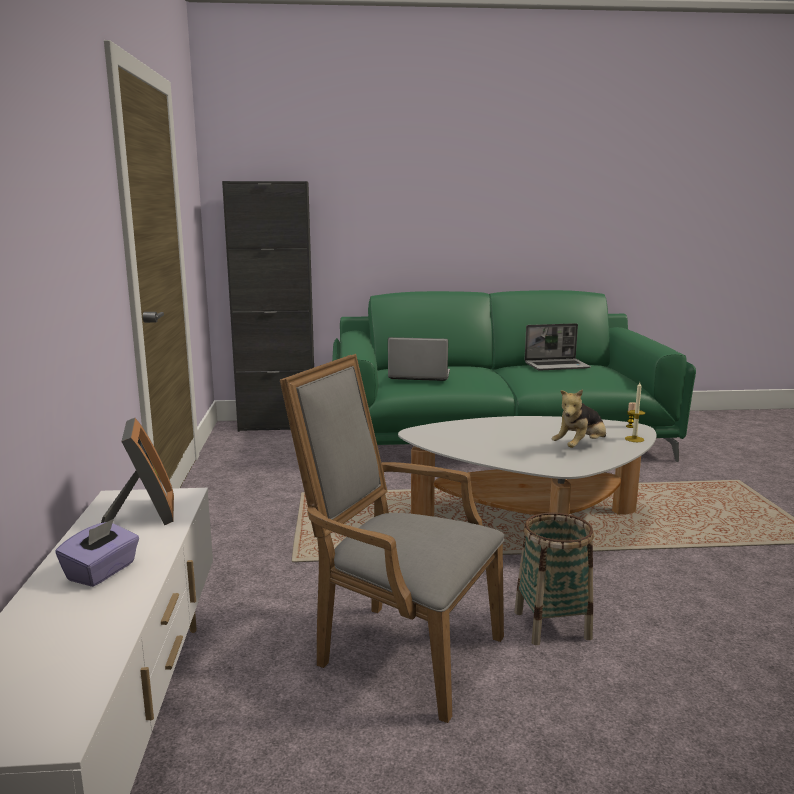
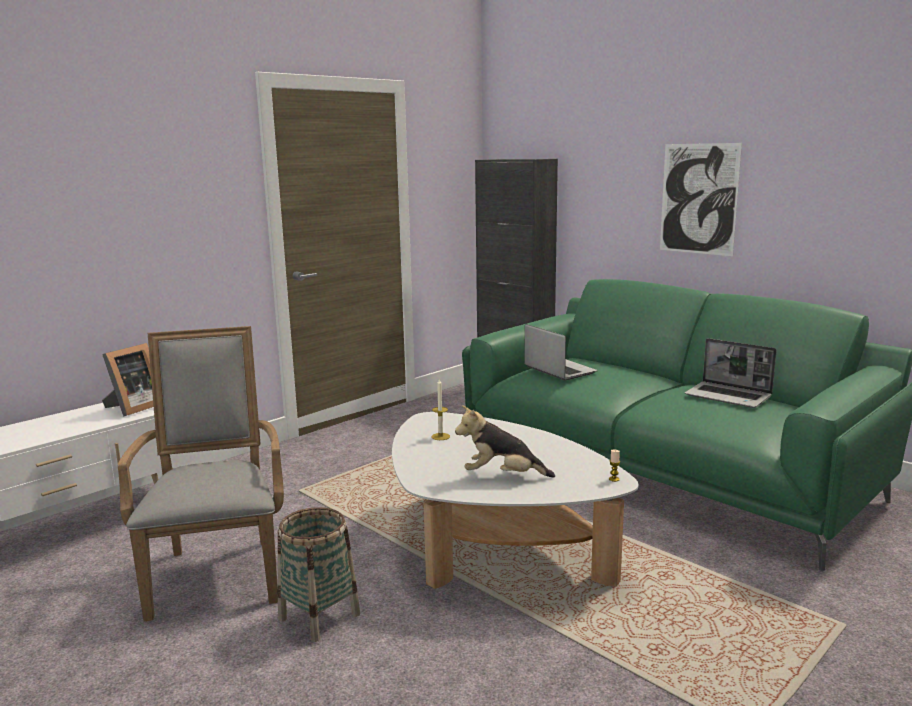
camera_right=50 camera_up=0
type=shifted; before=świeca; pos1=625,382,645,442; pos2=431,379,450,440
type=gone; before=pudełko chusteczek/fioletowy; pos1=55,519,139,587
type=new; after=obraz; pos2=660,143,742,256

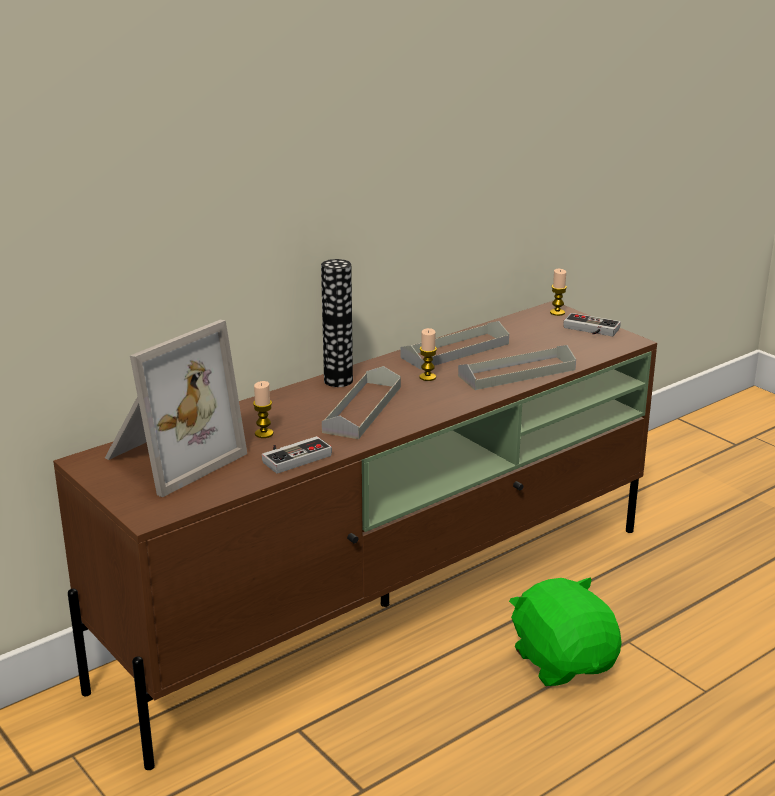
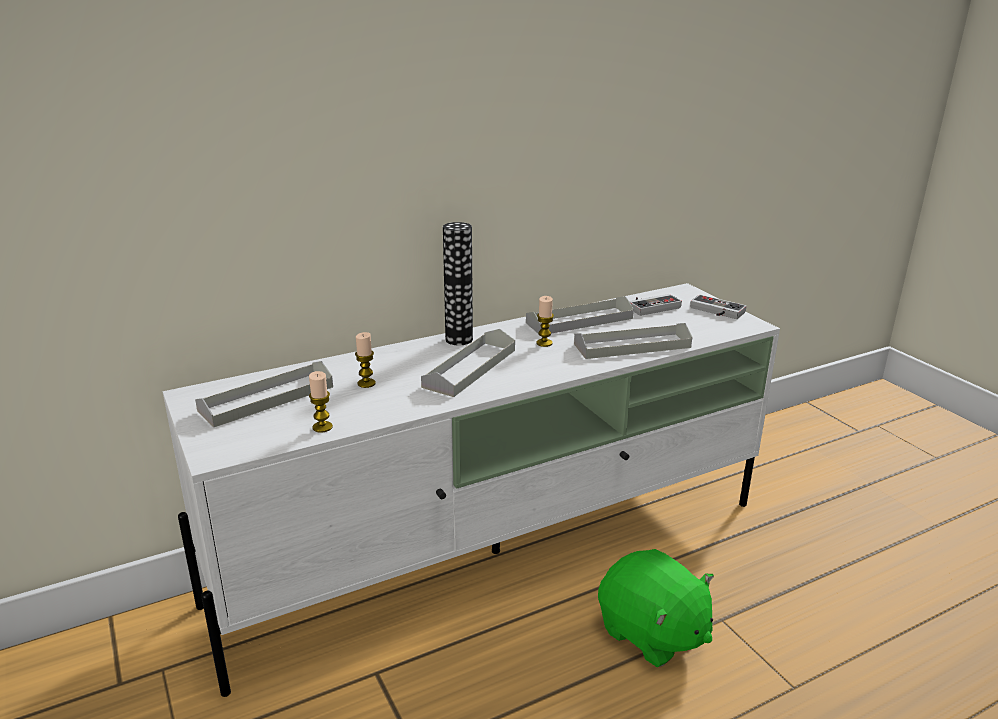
camera_right=10 camera_up=0
type=shifted; before=świeca; pos1=550,269,567,316; pos2=309,371,333,433
type=repainted; before=szafka pod telewizor/brązowy; after=szafka pod telewizor/biały; pos1=53,301,657,770; pos2=163,283,780,697
type=swapped; before=ramka na zdjęcie; after=taca/szary; pos1=105,320,247,498; pos2=195,361,333,427
type=shifted; before=pad do gier; pos1=262,436,332,474; pos2=629,294,682,316
type=rotated; before=pluszak/zielony; pos1=509,578,622,686; pos2=598,549,714,667; turn=150

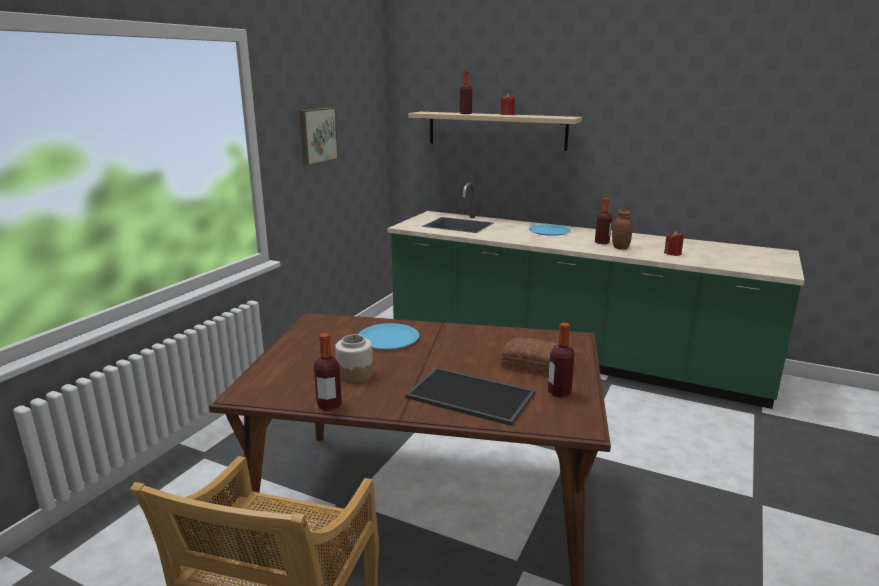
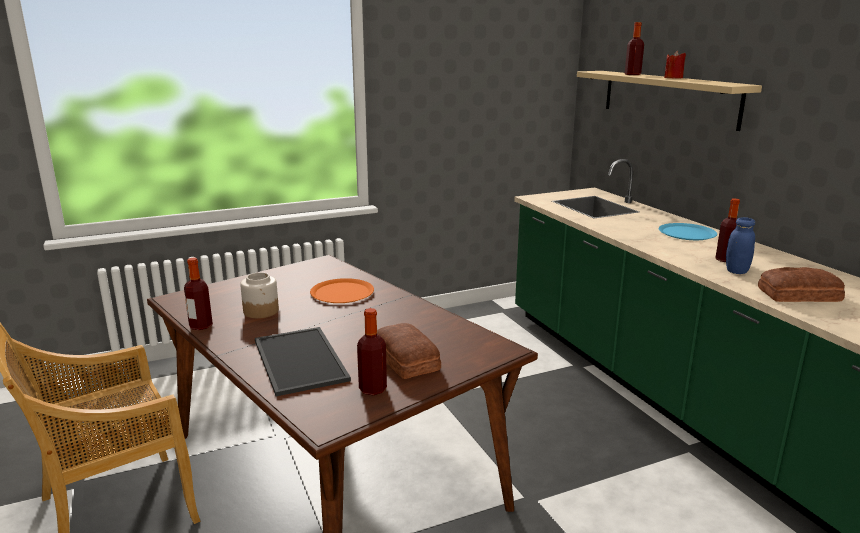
camera_right=40 camera_up=0
type=gone; before=obraz; pos1=299,107,339,165
type=repainted; before=słoik/brązowy; after=słoik/niebieski; pos1=612,209,632,250; pos2=726,217,755,274
type=swapped; before=świeca/czerwony; after=chleb; pos1=664,231,684,256; pos2=758,267,845,302
type=repainted; before=talerz/niebieski; after=talerz/pomarańczowy; pos1=358,323,419,349; pos2=310,278,374,303

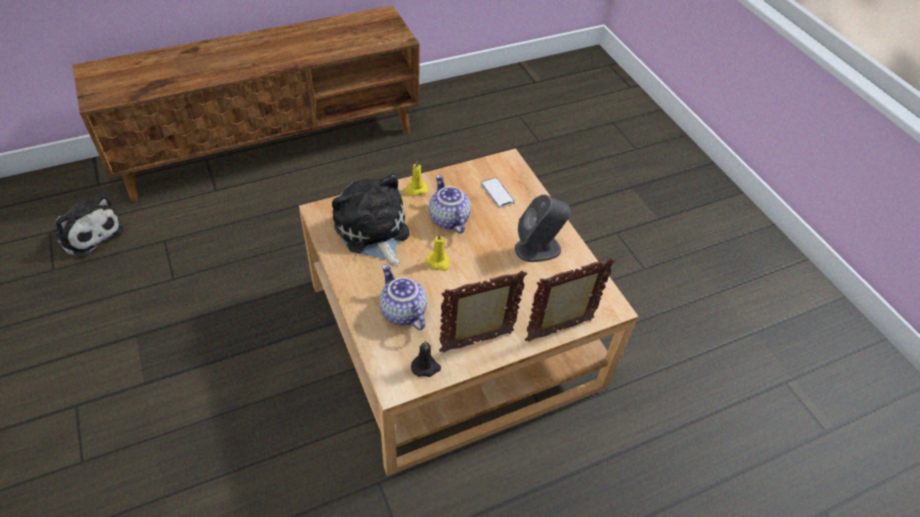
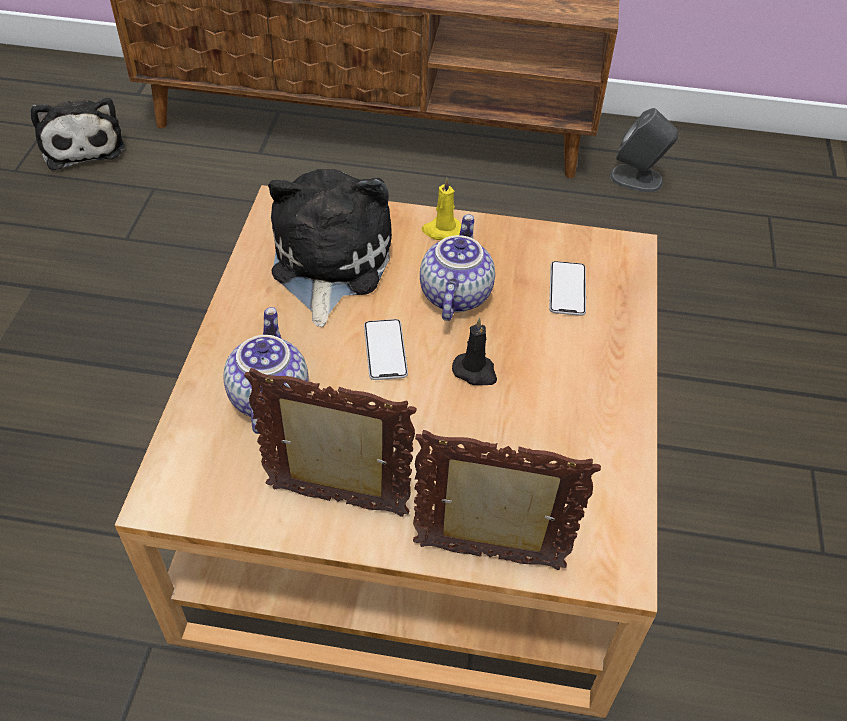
camera_right=35 camera_up=0
type=shifted; before=głośnik/szary; pos1=515,194,571,262; pos2=610,108,678,192
type=swapped; before=świeca/żółty; after=telefon; pos1=426,233,450,271; pos2=364,319,408,380
type=shifted; before=świeca/czarny; pos1=411,340,441,377; pos2=452,318,497,385

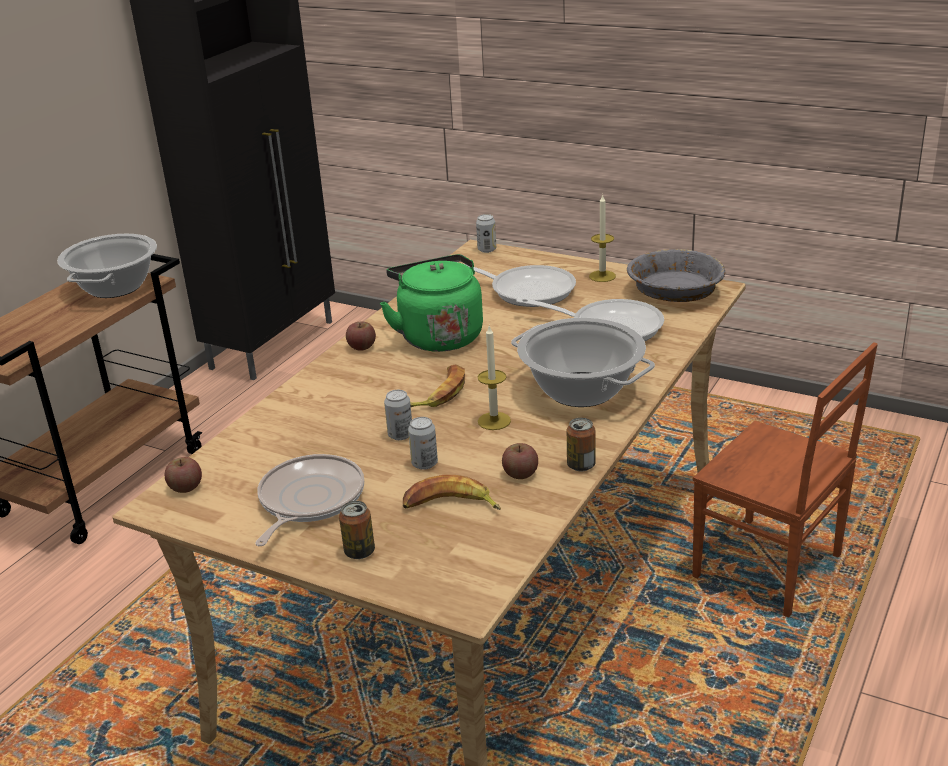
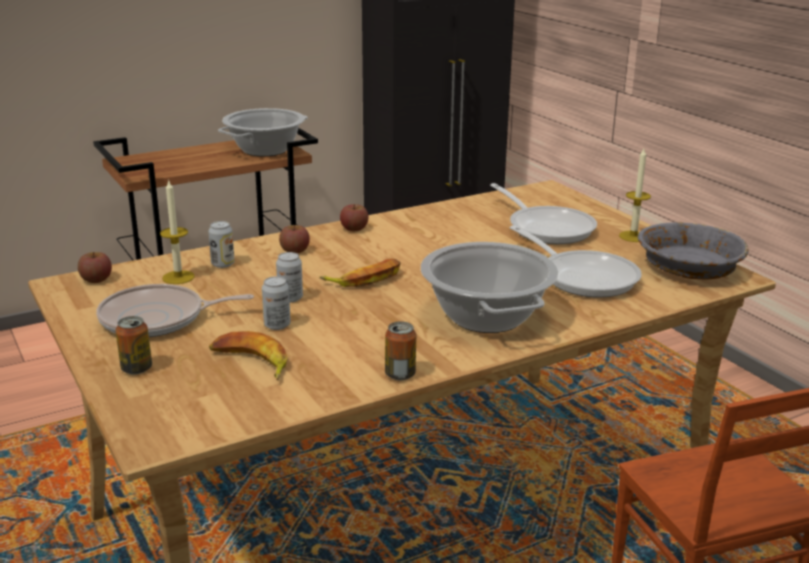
camera_right=30 camera_up=-5
type=shifted; before=puszka; pos1=476,214,496,253; pos2=208,221,235,268
type=gone; before=czajnik/zielony; pos1=380,254,483,352
type=shifted; before=świeca; pos1=478,326,511,430; pos2=160,179,195,284
type=shifted; before=jabłko; pos1=502,443,538,479; pos2=279,225,310,254
type=rotated; before=patelnia; pos1=255,454,365,546; pos2=96,284,254,337; turn=-150

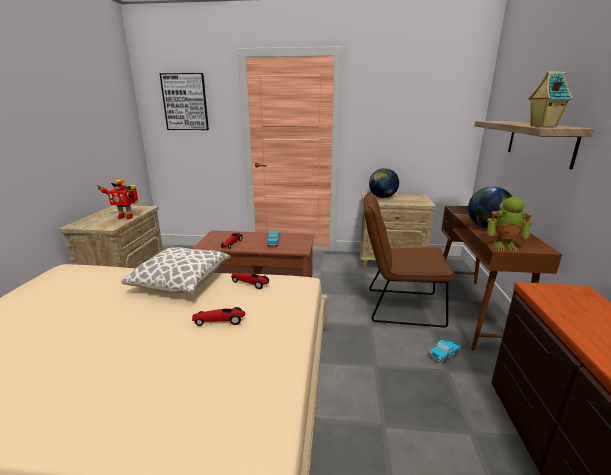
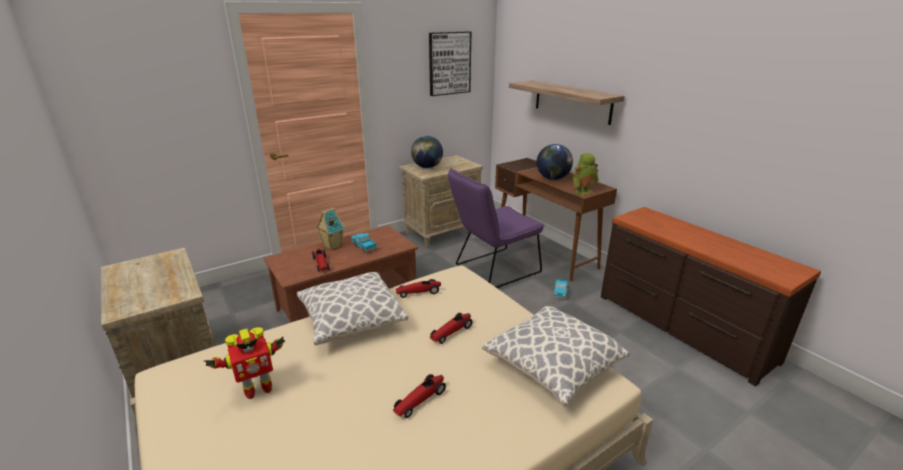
camera_right=-40 camera_up=5
type=shifted; before=domek; pos1=528,71,573,127; pos2=316,207,345,250
type=shifted; before=obraz; pos1=160,73,209,130; pos2=429,31,471,96
type=shifted; before=robot zabawkowy; pos1=97,179,139,219; pos2=204,327,285,399
type=repainted; before=krzesło/brązowy; after=krzesło/fioletowy; pos1=363,193,455,327; pos2=448,168,544,288
type=new; after=poduszka; pos2=482,306,629,407
type=new; after=samochodzik; pos2=393,374,446,418

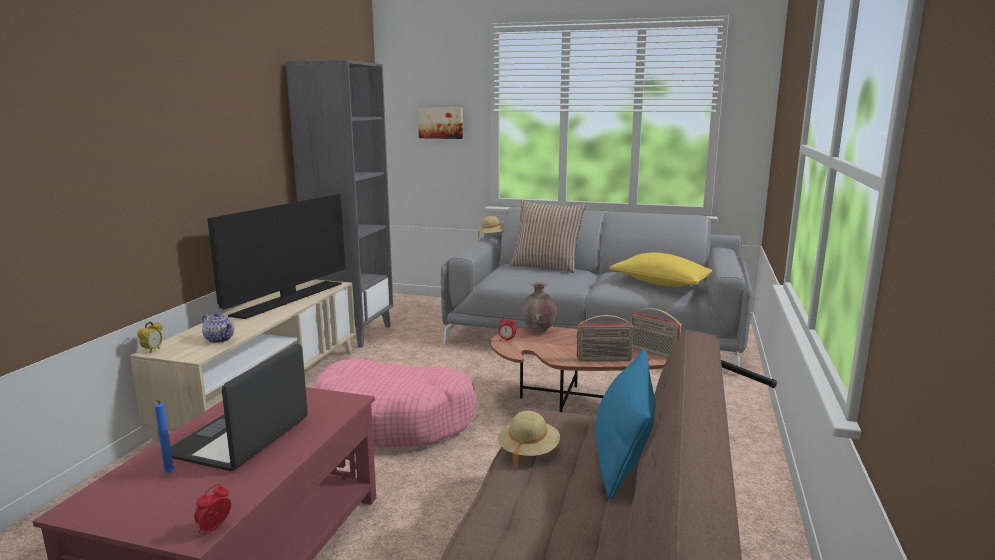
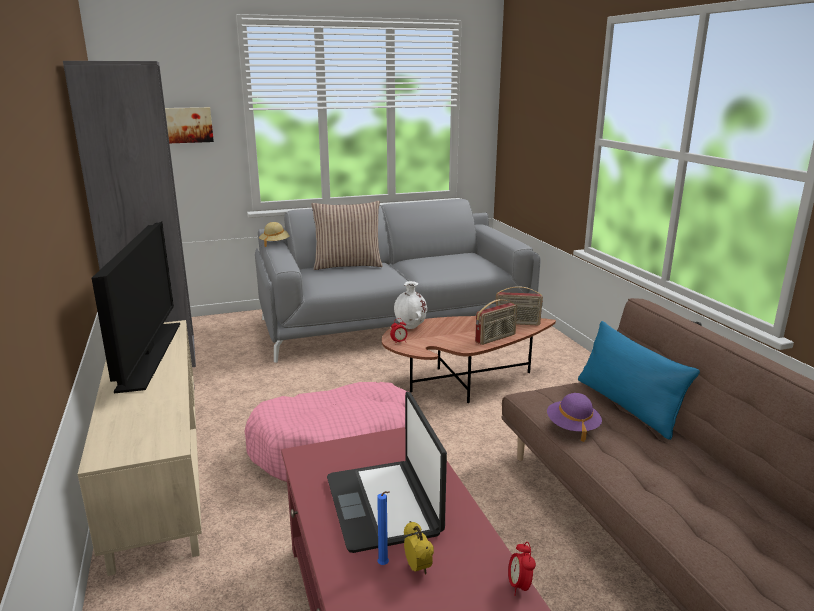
camera_right=-35 camera_up=5
type=gone; before=poduszka/żółty; pos1=609,253,712,287
type=repainted; before=wazon/brązowy; after=wazon/biały; pos1=522,282,557,333; pos2=394,281,427,329
type=gone; before=imbryk; pos1=202,312,234,343
type=shifted; before=budzik; pos1=137,321,162,353; pos2=404,521,434,574
type=repainted; before=kapelusz/beżowy; after=kapelusz/fioletowy; pos1=498,411,560,467; pos2=547,393,602,442

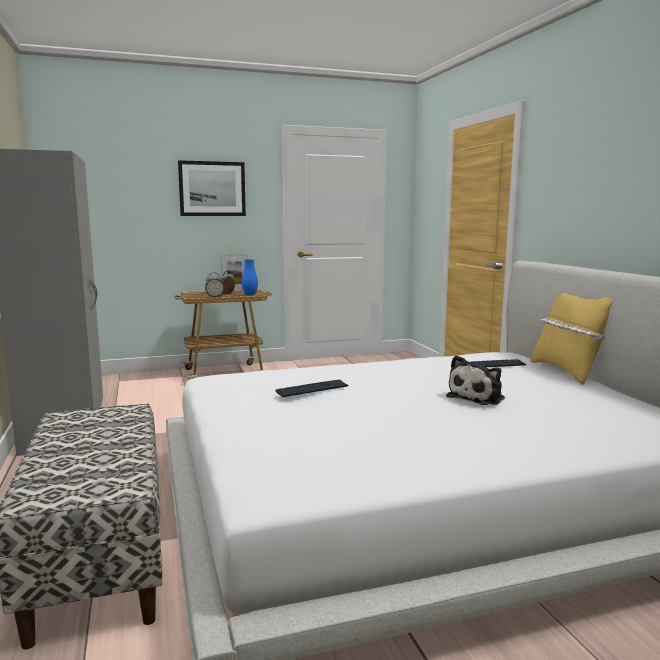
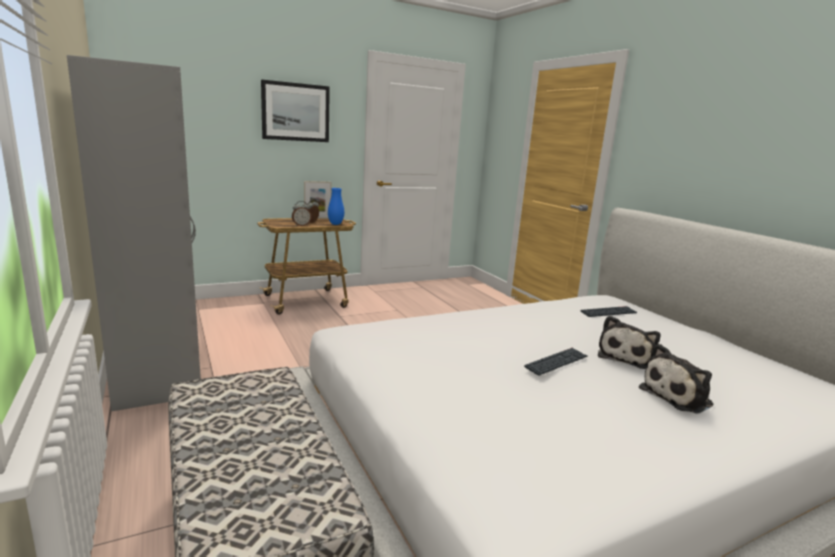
camera_right=-10 camera_up=5
type=gone; before=poduszka/żółty; pos1=530,293,613,385
type=shifted; before=klawiatura; pos1=275,379,348,397; pos2=524,348,587,376
type=new; after=pluszak; pos2=639,344,714,414

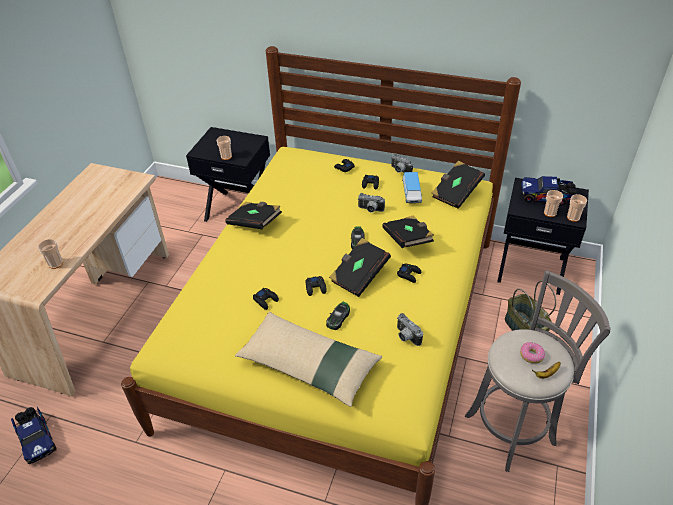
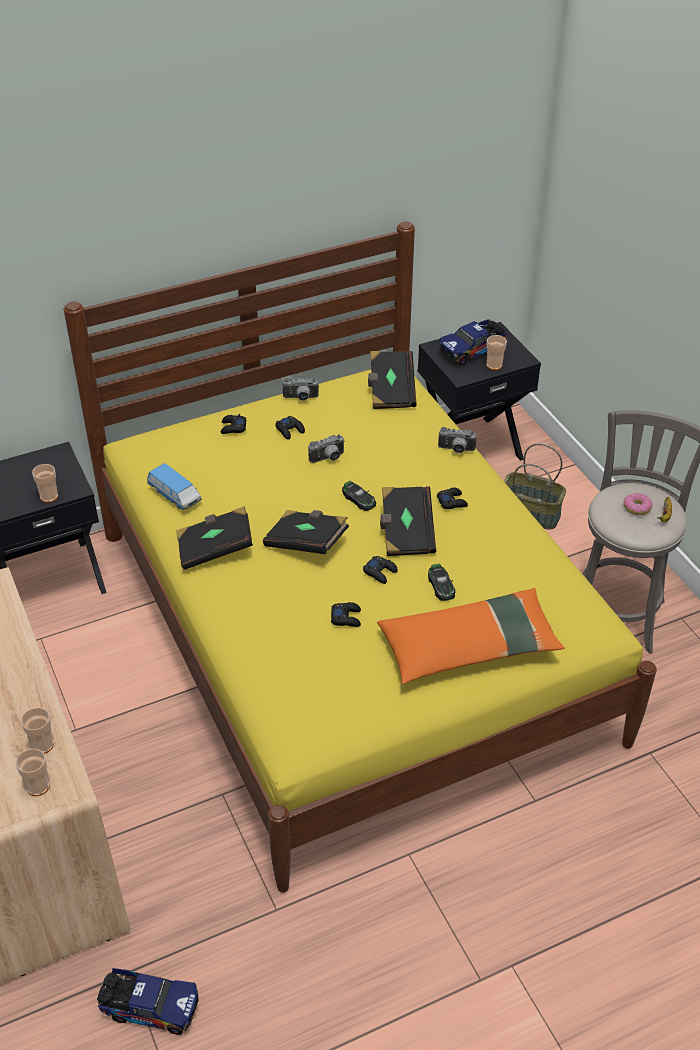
camera_right=-45 camera_up=0
type=shifted; before=samochodzik; pos1=402,172,422,203; pos2=147,463,202,510
type=shifted; before=filiżanka; pos1=567,194,587,222; pos2=16,749,50,796
type=shifted; before=książka/czarny; pos1=382,216,434,248; pos2=263,510,349,554
type=repainted; before=poduszka/beżowy; after=poduszka/pomarańczowy; pos1=235,312,382,407; pos2=377,588,565,684
type=shifted; before=aparat fotograficzny; pos1=397,313,423,346; pos2=438,427,477,453

